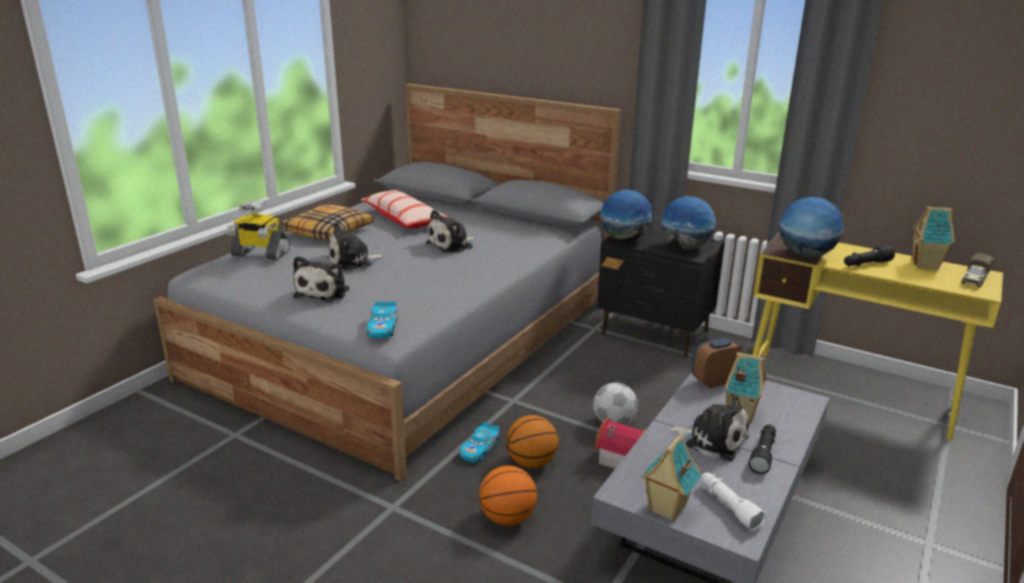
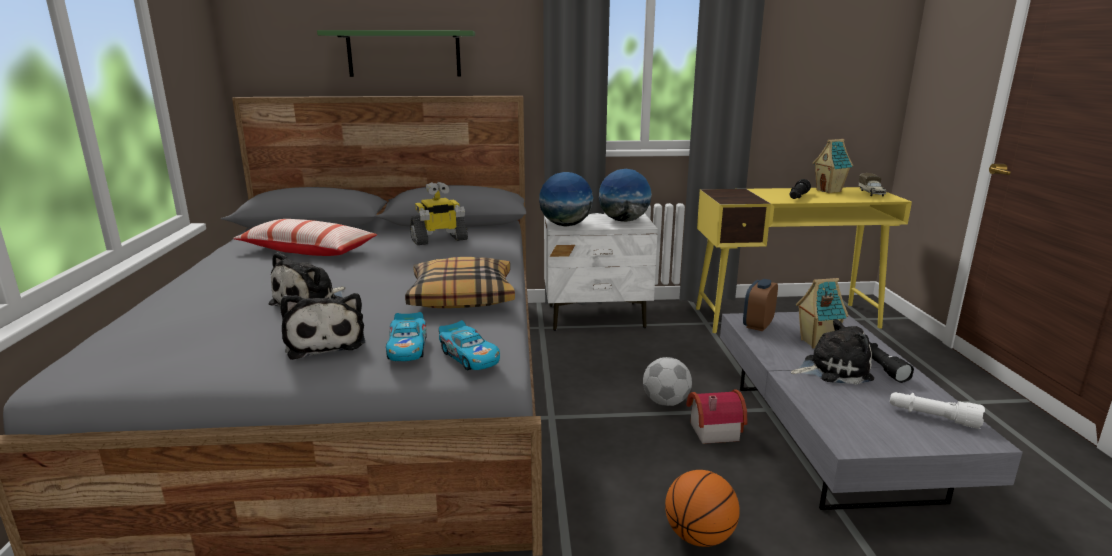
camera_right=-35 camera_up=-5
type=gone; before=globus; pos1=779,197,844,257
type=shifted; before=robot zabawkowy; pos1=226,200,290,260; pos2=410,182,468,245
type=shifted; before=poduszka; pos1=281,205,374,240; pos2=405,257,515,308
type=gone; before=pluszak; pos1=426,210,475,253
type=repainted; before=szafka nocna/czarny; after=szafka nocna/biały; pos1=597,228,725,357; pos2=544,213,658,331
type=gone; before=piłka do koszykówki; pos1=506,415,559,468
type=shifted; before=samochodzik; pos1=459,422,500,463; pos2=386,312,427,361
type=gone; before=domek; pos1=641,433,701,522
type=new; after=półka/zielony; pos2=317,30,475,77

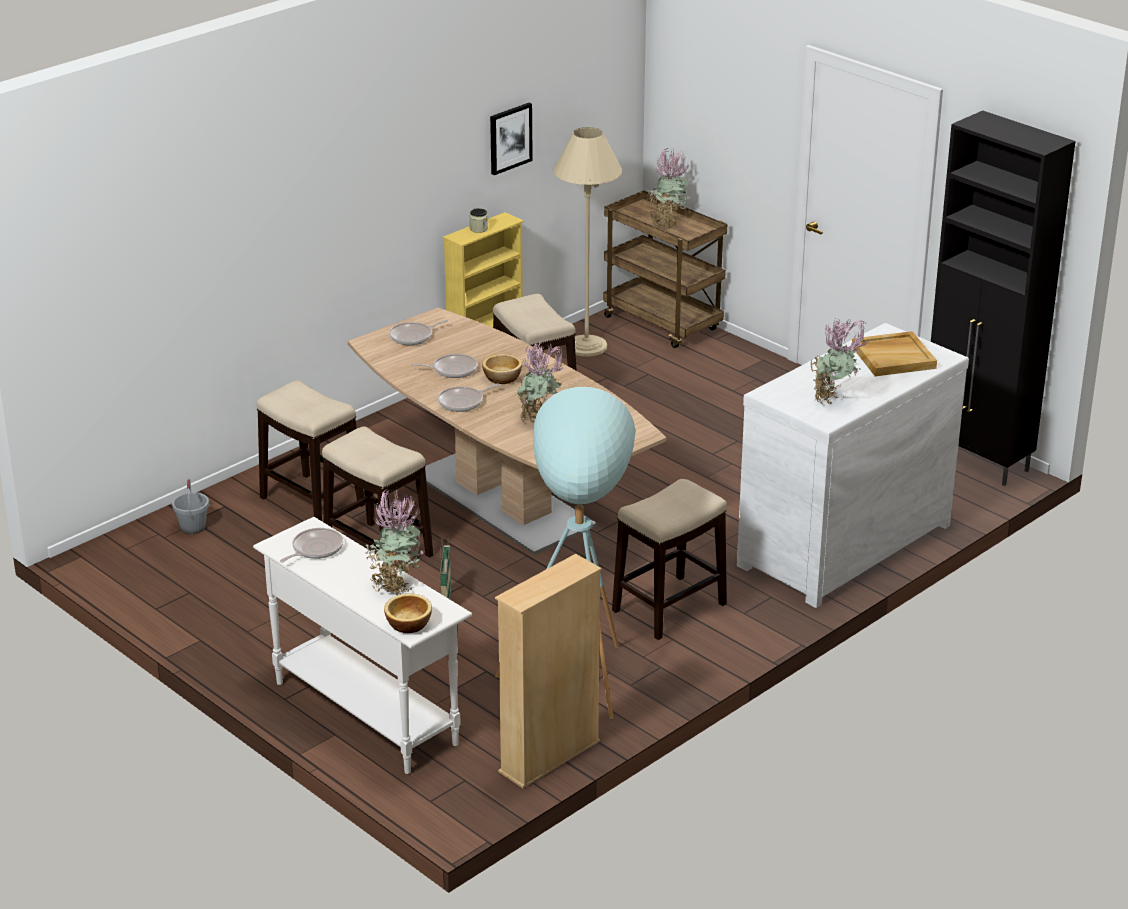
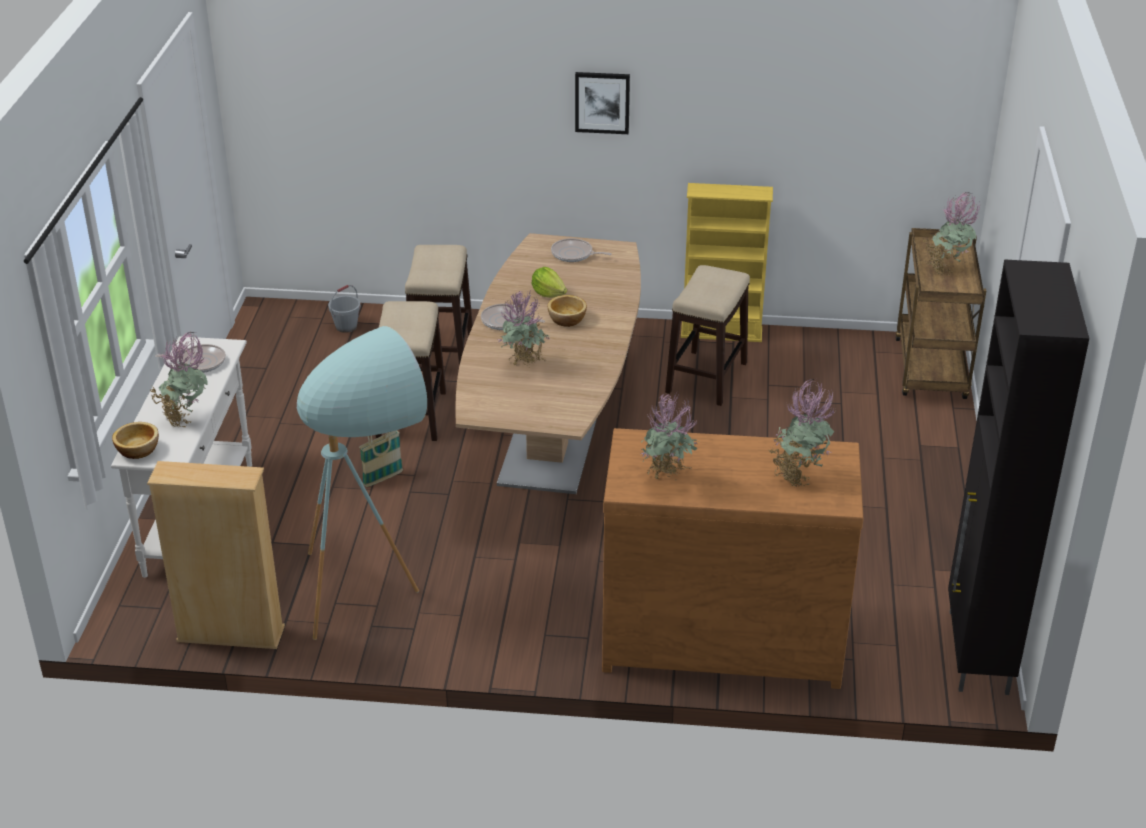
camera_right=50 camera_up=5
type=shifted; before=obraz; pos1=490,103,533,175; pos2=575,72,630,134
type=gone; before=lampa stojąca/beżowy; pos1=553,127,622,357
type=gone; before=słoik; pos1=469,208,488,233
type=repainted; before=komoda/biały; after=komoda/brązowy; pos1=737,323,969,608; pos2=602,428,863,689
type=swapped; before=taca/beżowy; after=roślina doniczkowa; pos1=852,331,937,376; pos2=768,379,836,487
type=swapped; before=patelnia; after=sałata; pos1=411,354,477,378; pos2=532,267,567,298
type=gone; before=stołek; pos1=612,479,727,640

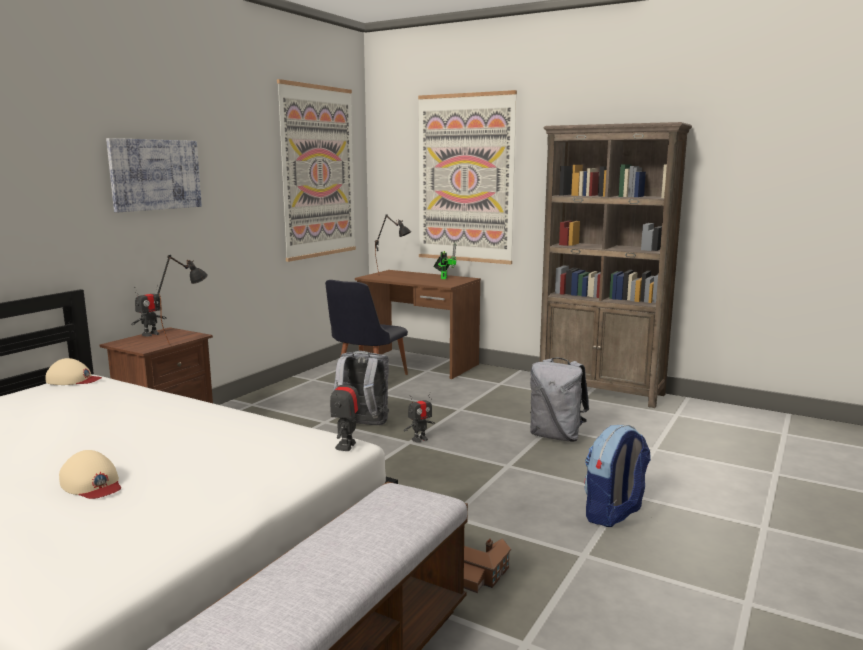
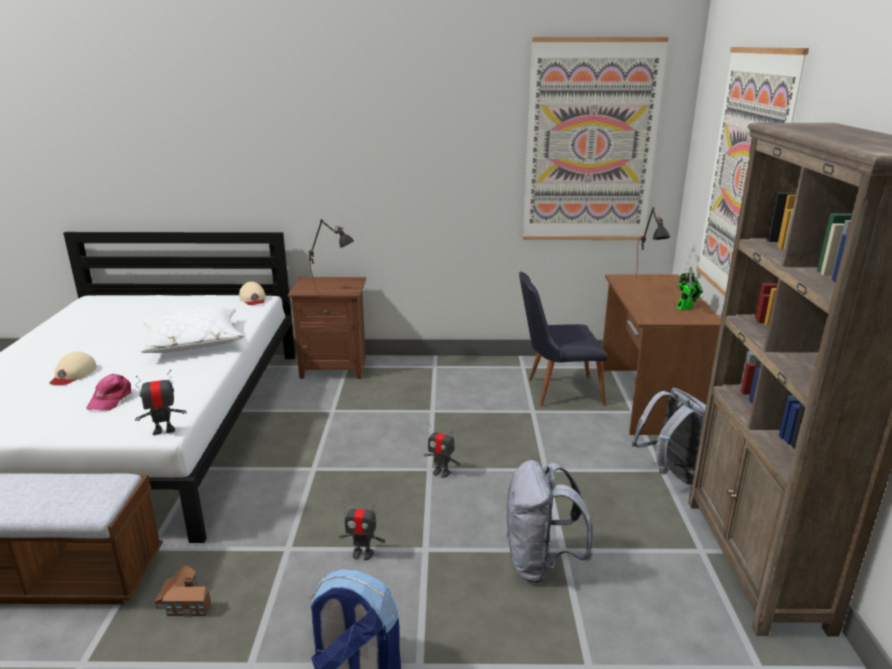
camera_right=60 camera_up=10
type=gone; before=obraz; pos1=106,138,202,212
type=shifted; before=robot zabawkowy; pos1=131,285,166,337; pos2=339,500,386,561
type=shifted; before=plecak/szary; pos1=333,351,389,425; pos2=632,388,706,485
type=new; after=poduszka/biały; pos2=141,307,244,353
type=new; after=czapka z daszkiem/różowy; pos2=86,374,131,411

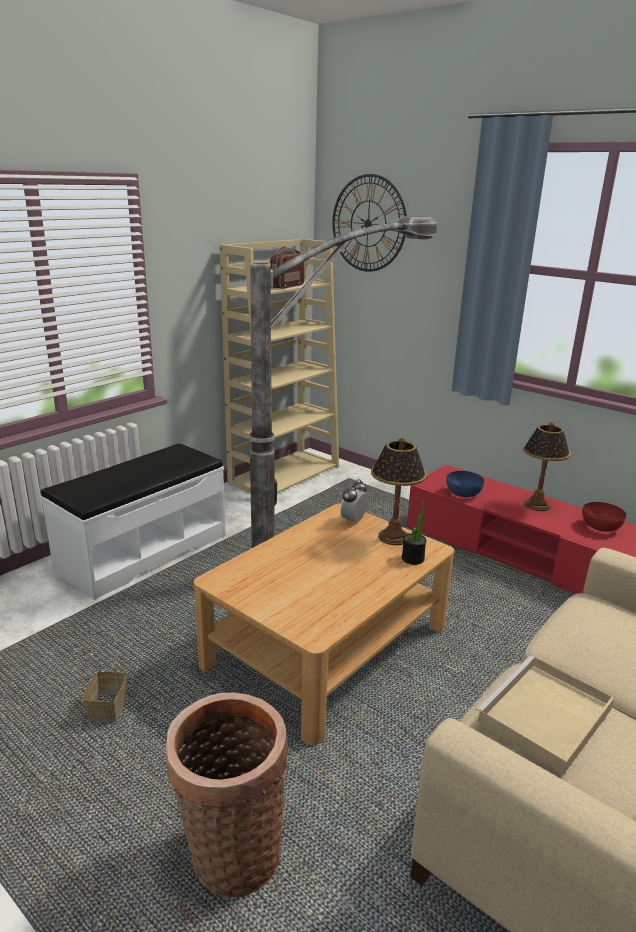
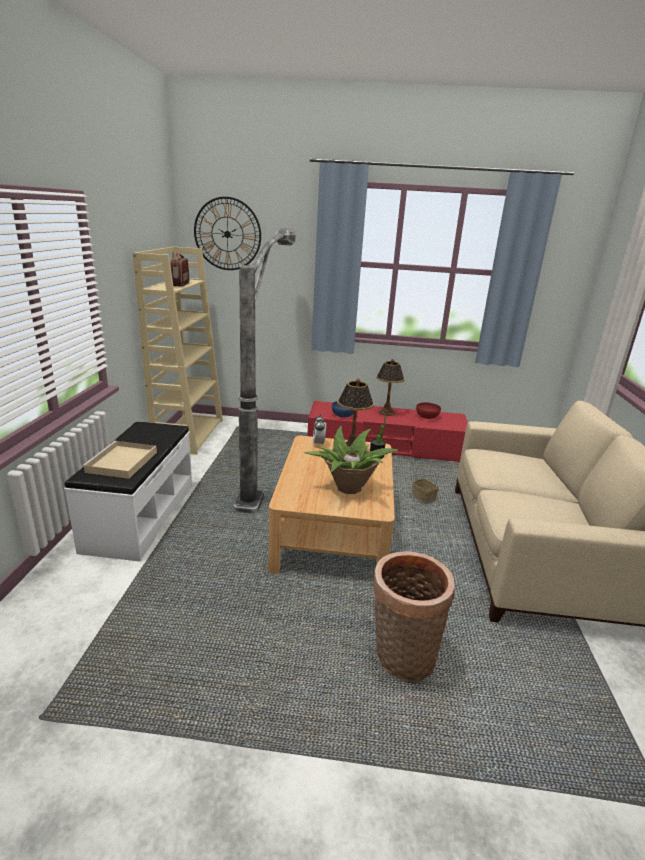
camera_right=-35 camera_up=0
type=shifted; before=koszyk; pos1=78,647,127,722; pos2=412,461,439,504
type=shifted; before=taca/beżowy; pos1=475,656,614,775; pos2=82,441,157,479
type=new; after=roślina doniczkowa; pos2=303,426,398,494

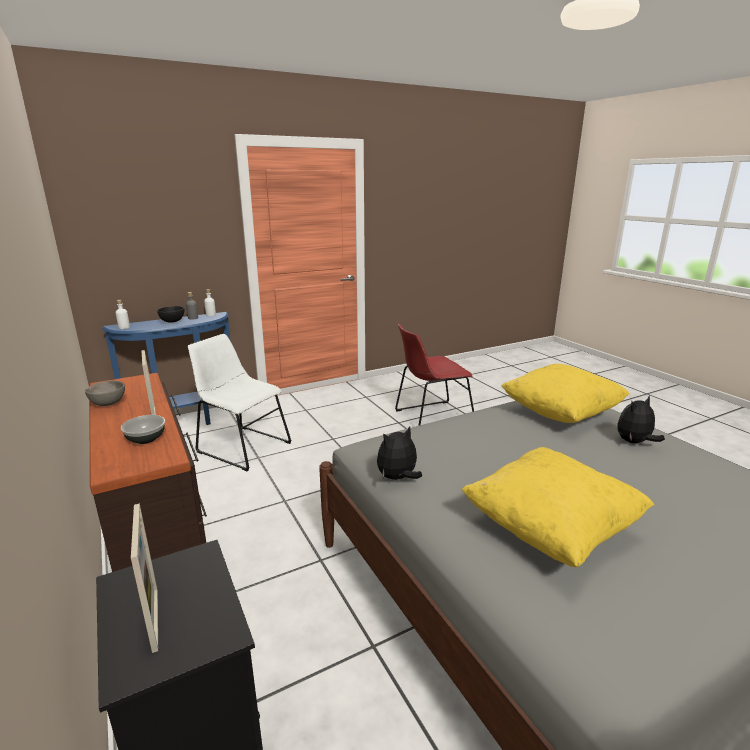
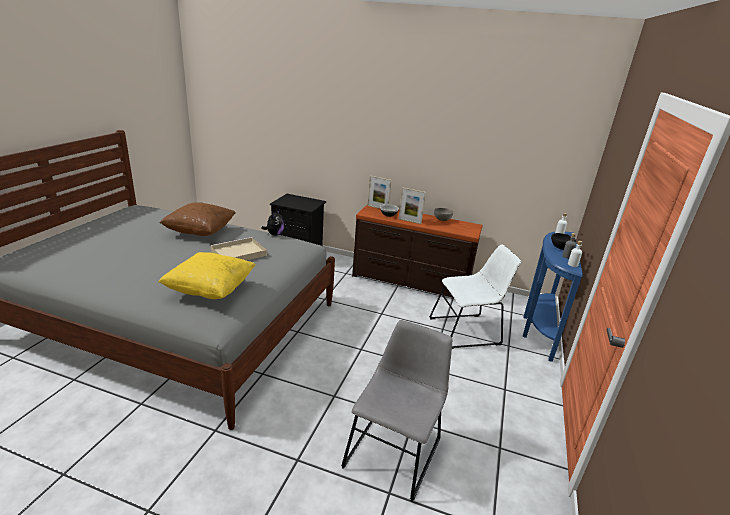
camera_right=135 camera_up=5
type=repainted; before=krzesło/czerwony; after=krzesło/szary; pos1=395,323,474,426; pos2=341,320,452,502
type=gone; before=pluszak; pos1=617,396,665,443
type=repainted; before=poduszka/żółty; after=poduszka/brązowy; pos1=462,447,654,567; pos2=159,202,236,236
type=shifted; before=ramka na zdjęcie; pos1=131,504,158,653; pos2=368,176,392,209
type=new; after=taca/beżowy; pos2=210,237,267,260

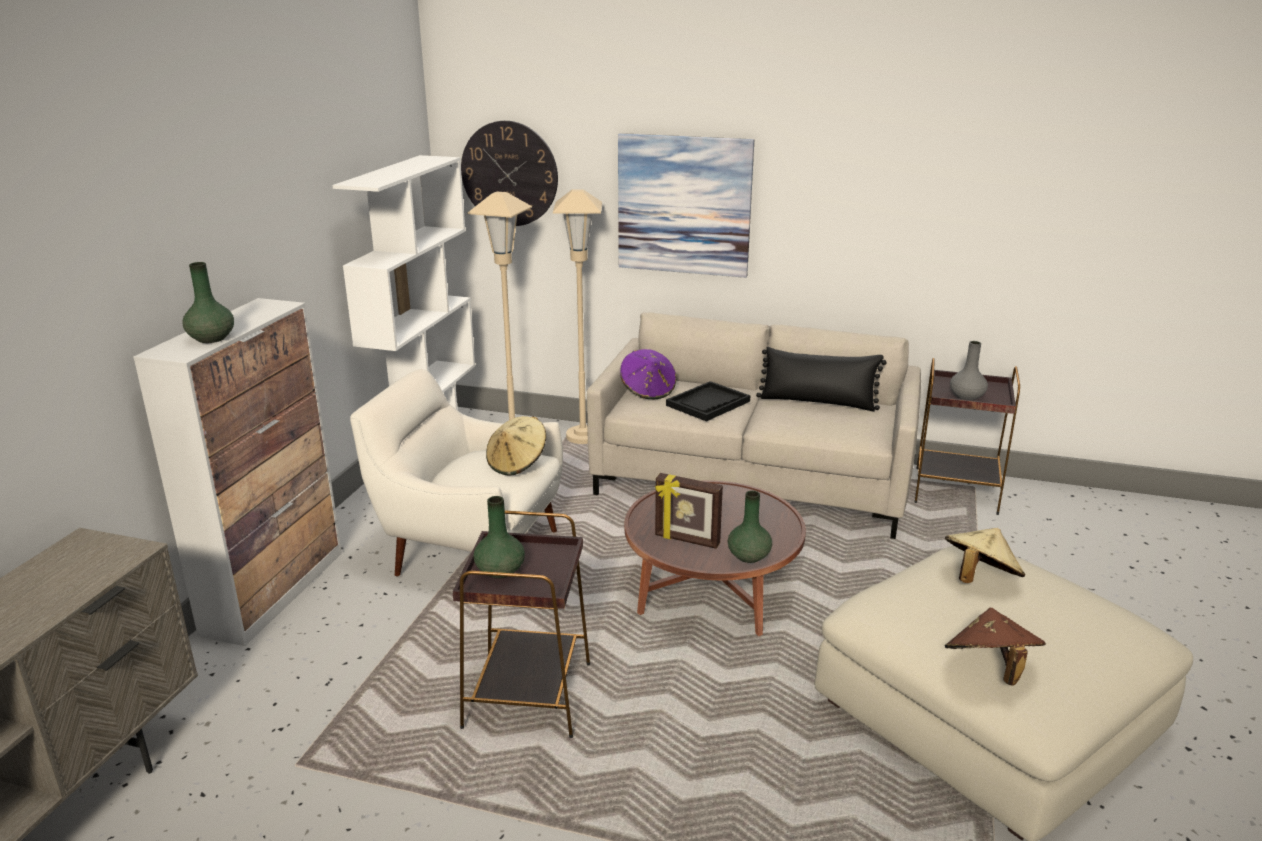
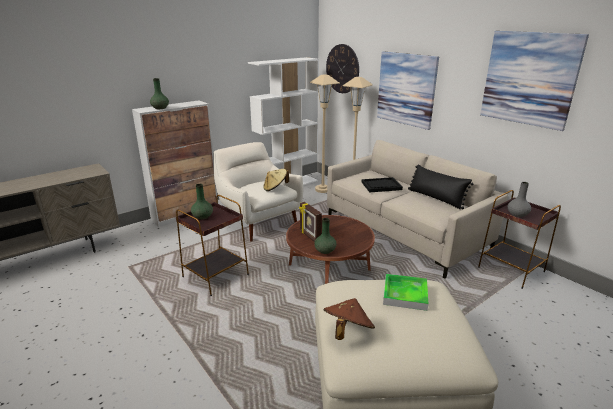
camera_right=35 camera_up=0
type=gone; before=kapelusz/fioletowy; pos1=620,349,677,399
type=swapped; before=kapelusz/beżowy; after=taca; pos1=945,528,1025,583; pos2=383,274,428,311
type=new; after=obraz; pos2=480,31,589,131

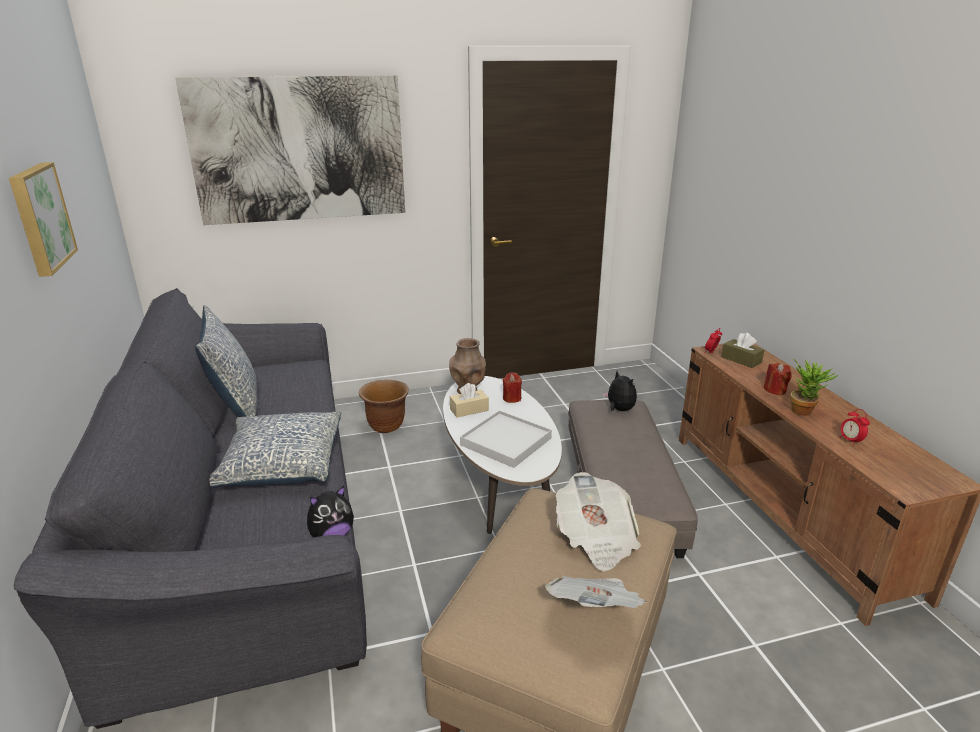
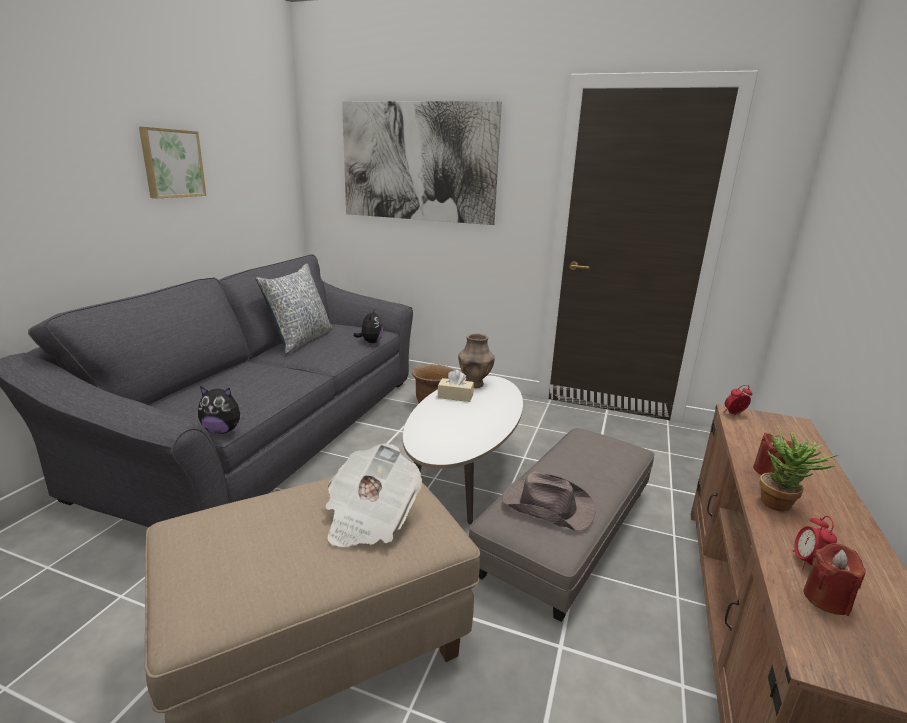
camera_right=35 camera_up=-5
type=gone; before=pudełko chusteczek/brązowy; pos1=721,333,764,368
type=shifted; before=pluszak; pos1=603,371,637,411; pos2=354,308,383,343
type=shifted; before=świeca/czerwony; pos1=503,372,522,403; pos2=804,543,866,616
type=gone; before=taca/biały; pos1=460,410,552,468
type=gone; before=poduszka; pos1=210,412,341,488
type=gone; before=gazeta; pos1=545,576,647,608
type=new; after=kapelusz/brązowy; pos2=502,471,596,532

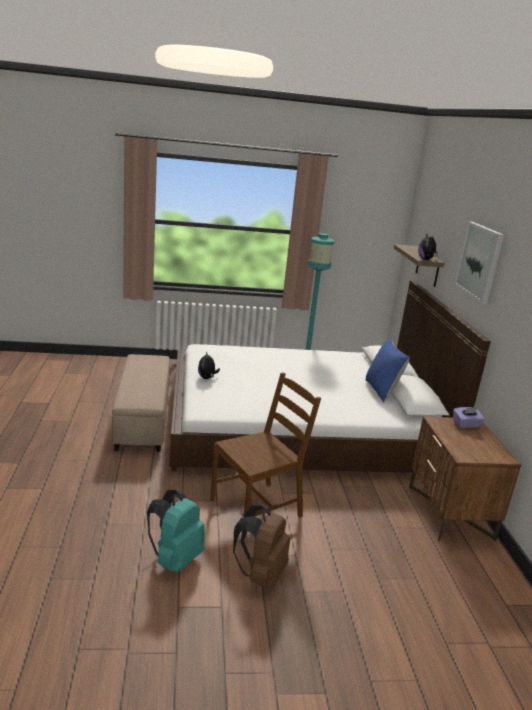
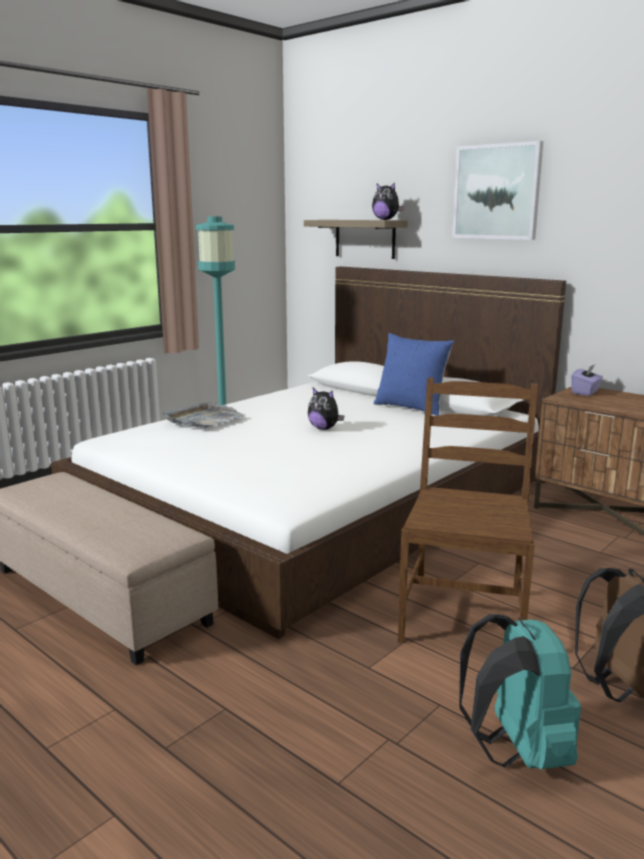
camera_right=-40 camera_up=-5
type=shifted; before=pluszak; pos1=198,351,220,379; pos2=308,388,345,430
type=new; after=taca/szary; pos2=163,402,246,428

